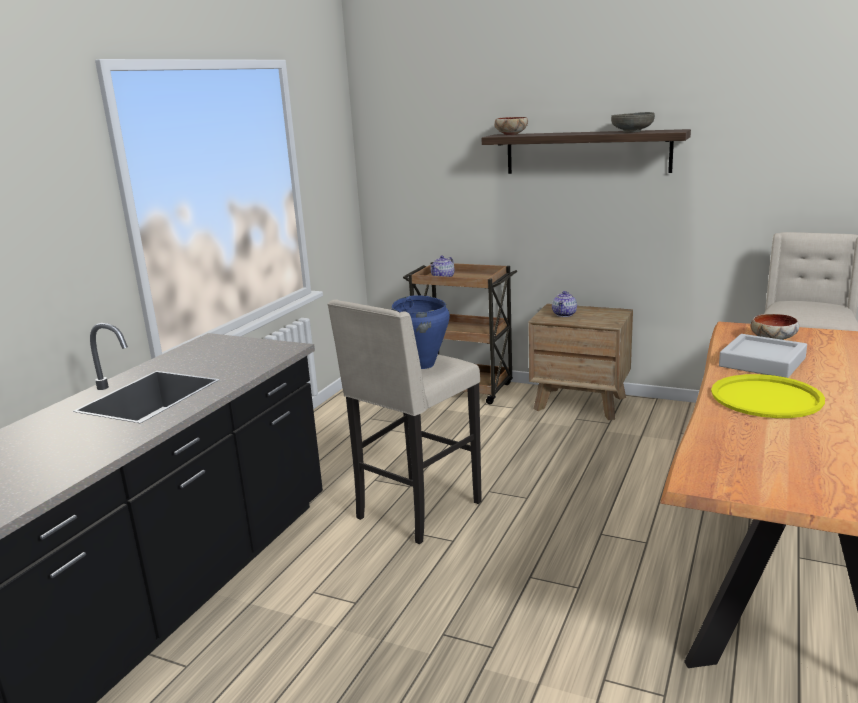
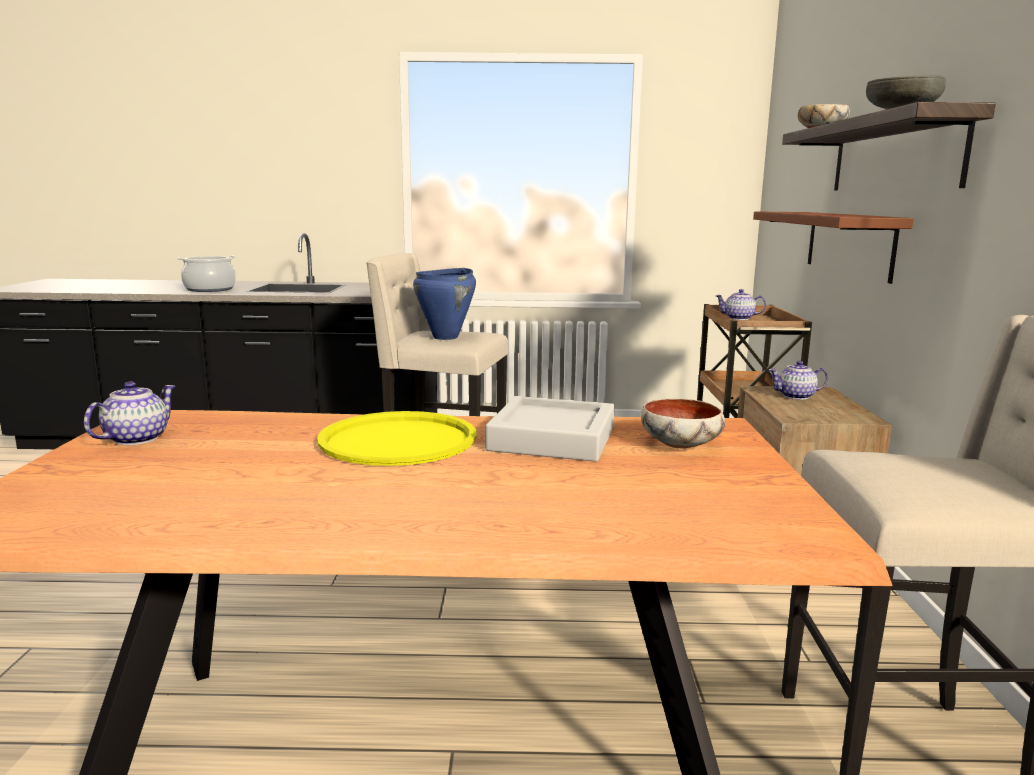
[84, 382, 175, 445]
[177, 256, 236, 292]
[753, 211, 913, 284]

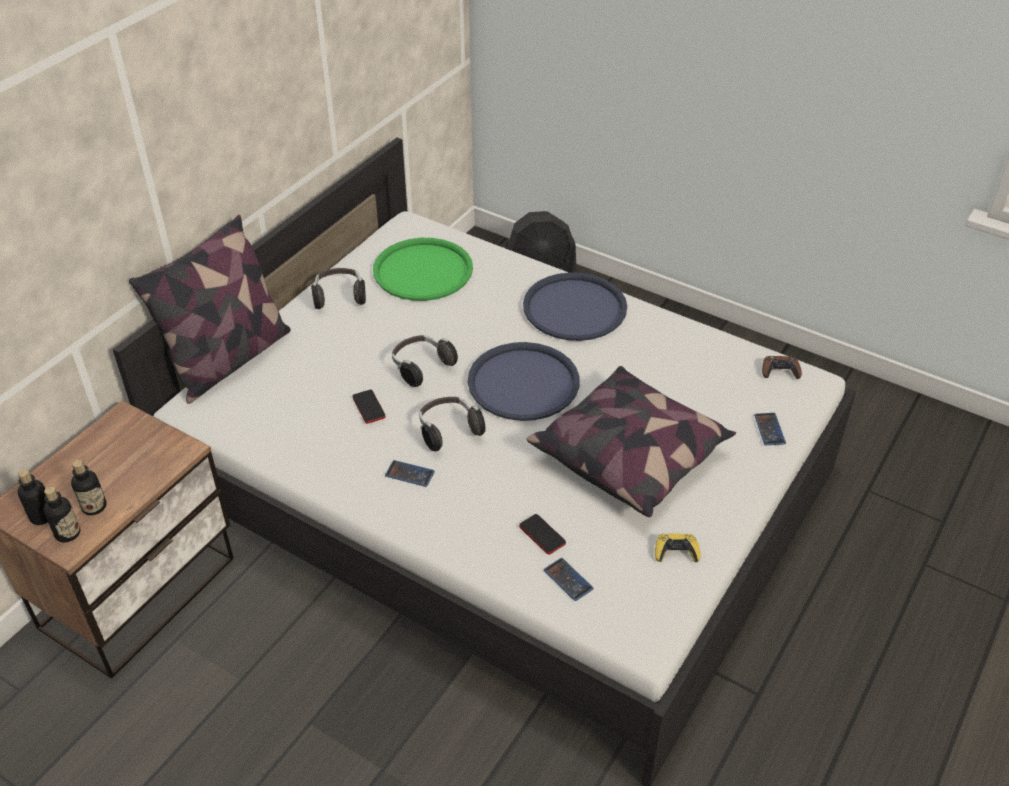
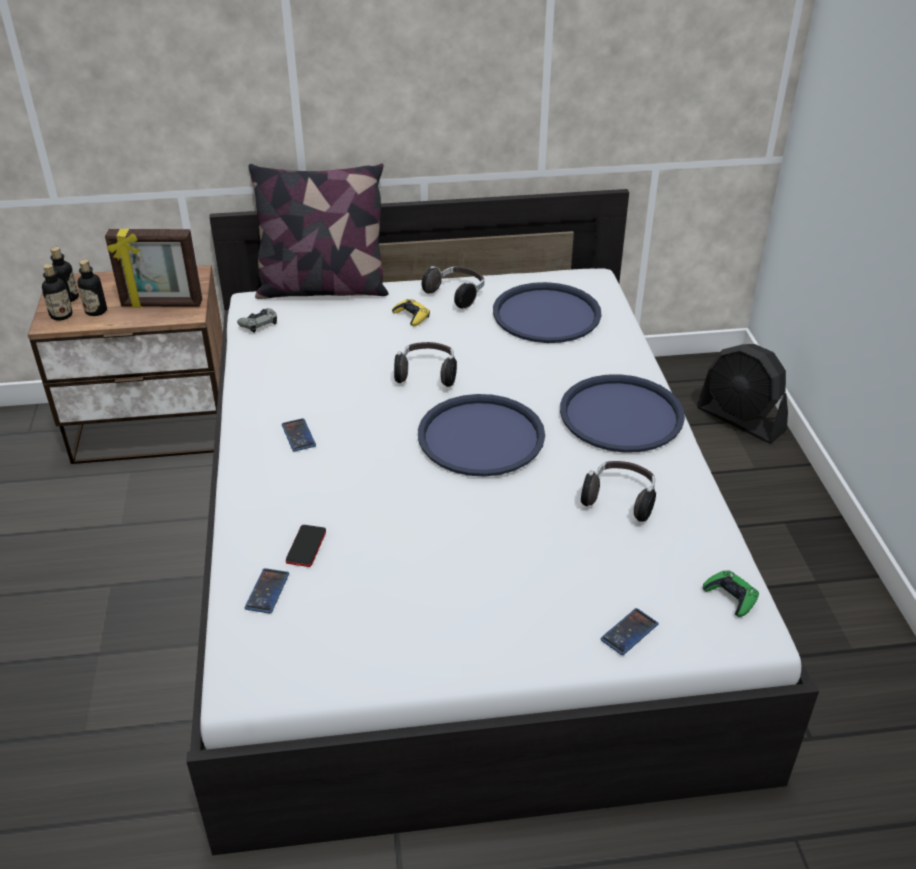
[353, 389, 386, 424] (first image)
[527, 366, 736, 517] (first image)
[105, 229, 202, 308]
[237, 308, 277, 333]
[581, 461, 656, 522]
[392, 299, 430, 326]
[493, 282, 602, 343]
[703, 571, 759, 617]

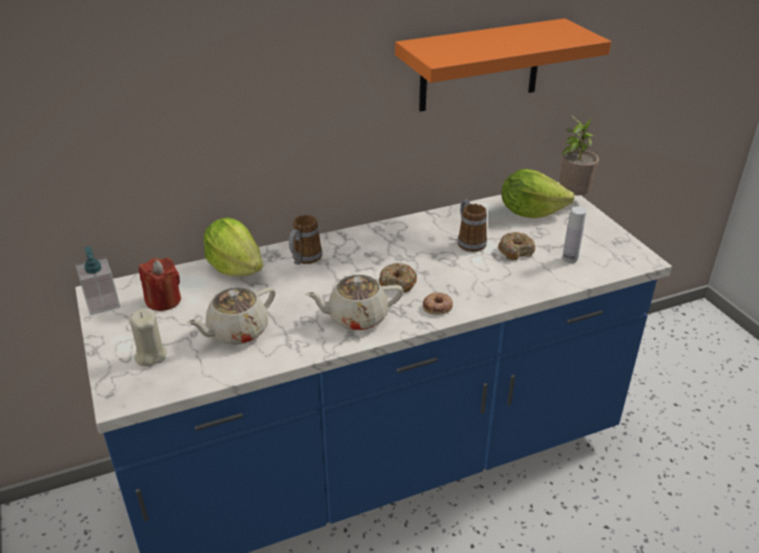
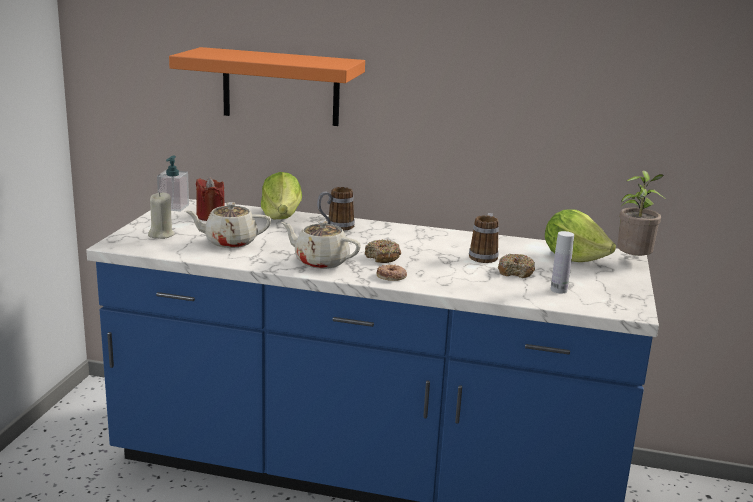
[169, 47, 365, 126]

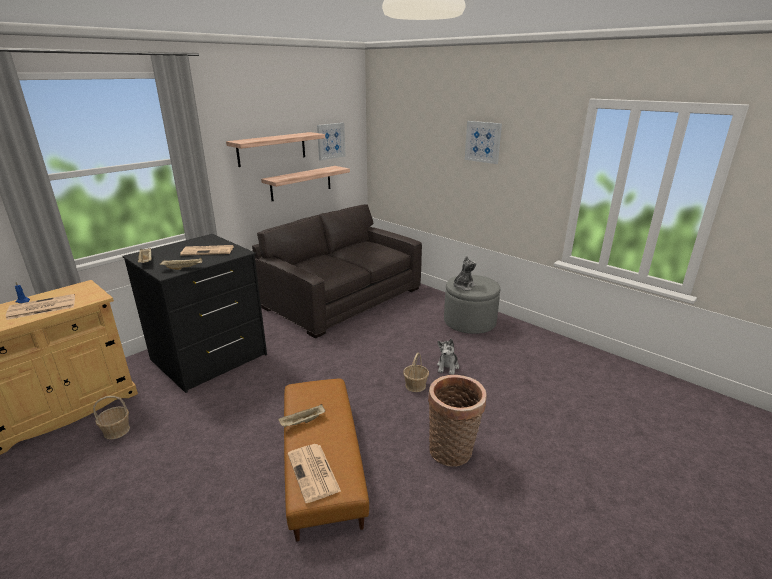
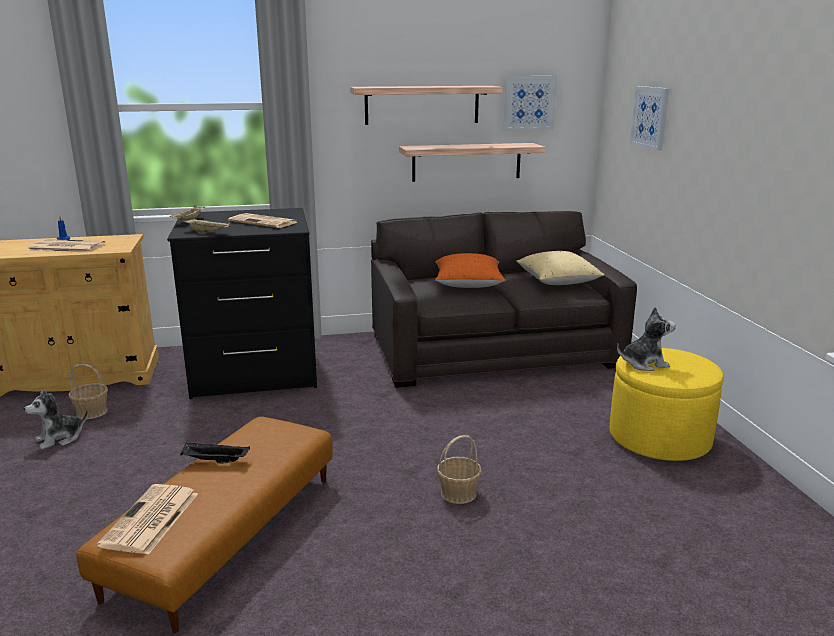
[428, 375, 487, 467] (first image)
[435, 253, 505, 288]
[516, 251, 604, 285]
[24, 390, 88, 450]
[630, 86, 670, 151]
[180, 443, 250, 464]
[609, 348, 724, 461]

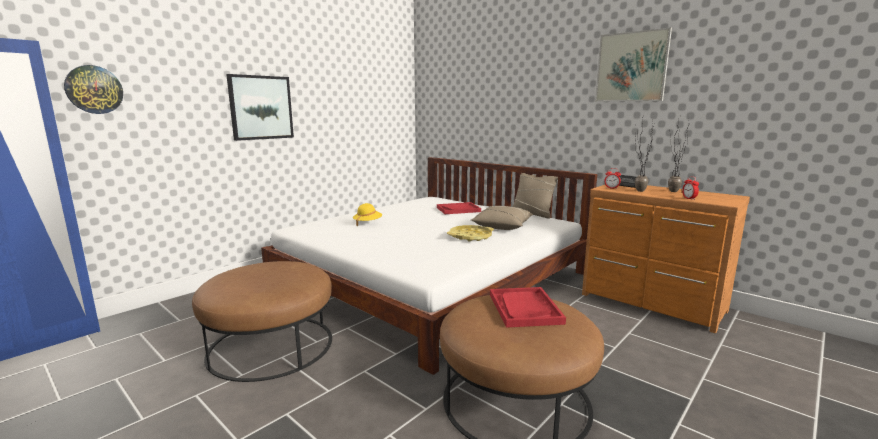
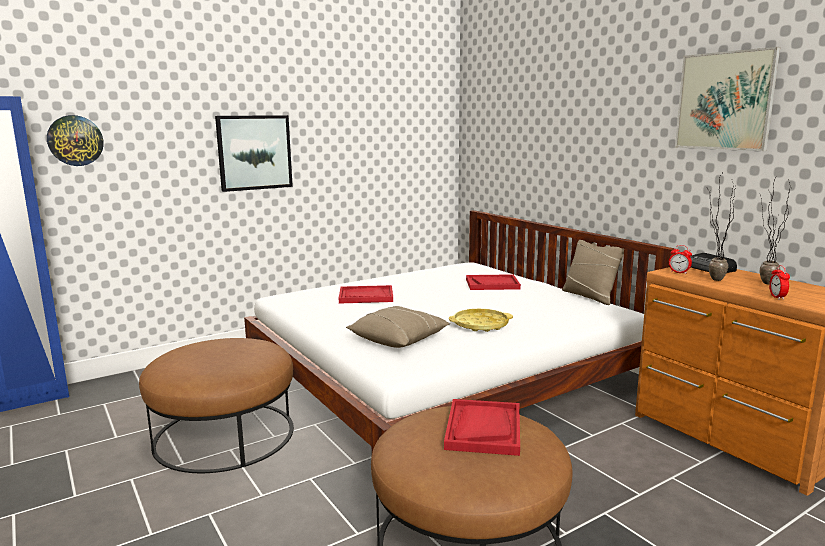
[346, 306, 450, 348]
[339, 285, 393, 304]

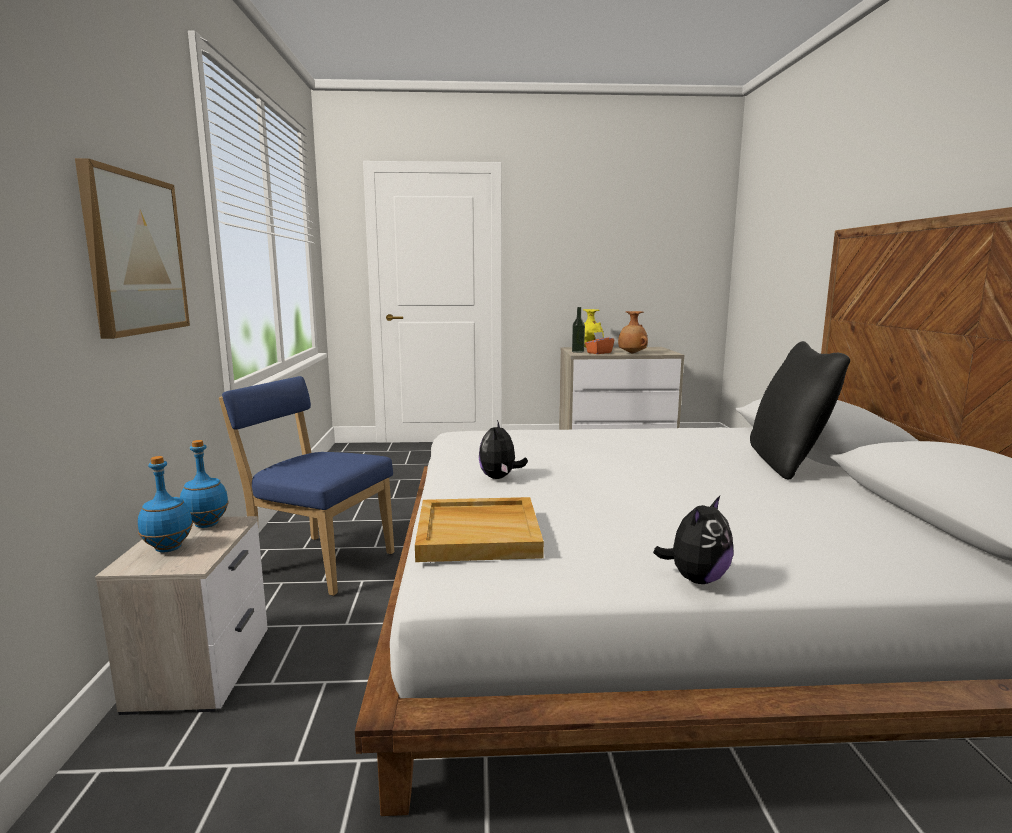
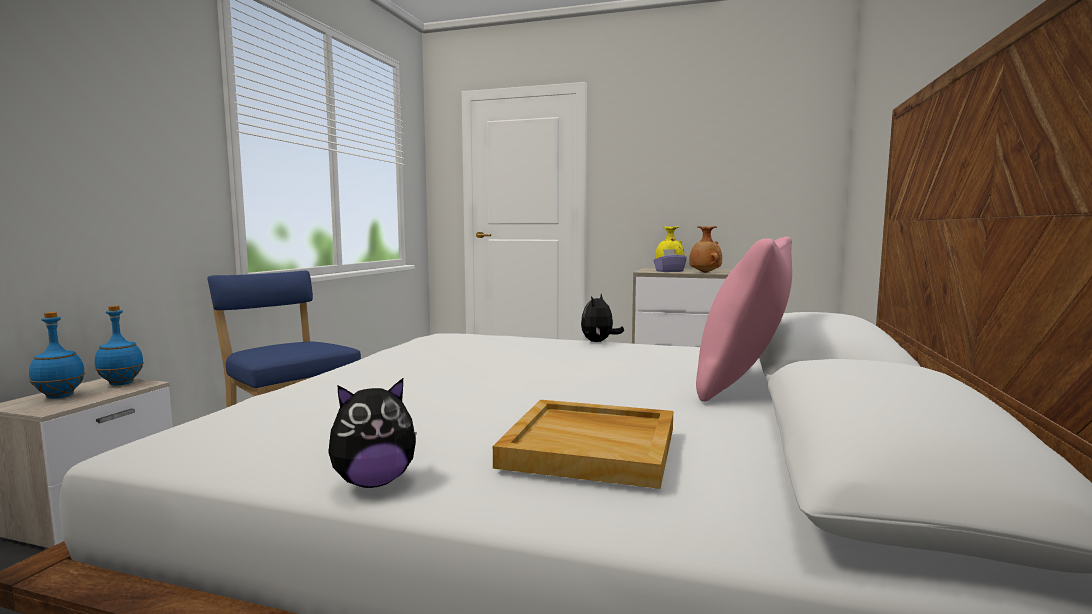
[75, 158, 190, 339] (first image)
[572, 307, 585, 353] (first image)
[493, 400, 673, 489]
[581, 294, 624, 342]
[653, 249, 687, 272]
[696, 236, 792, 402]

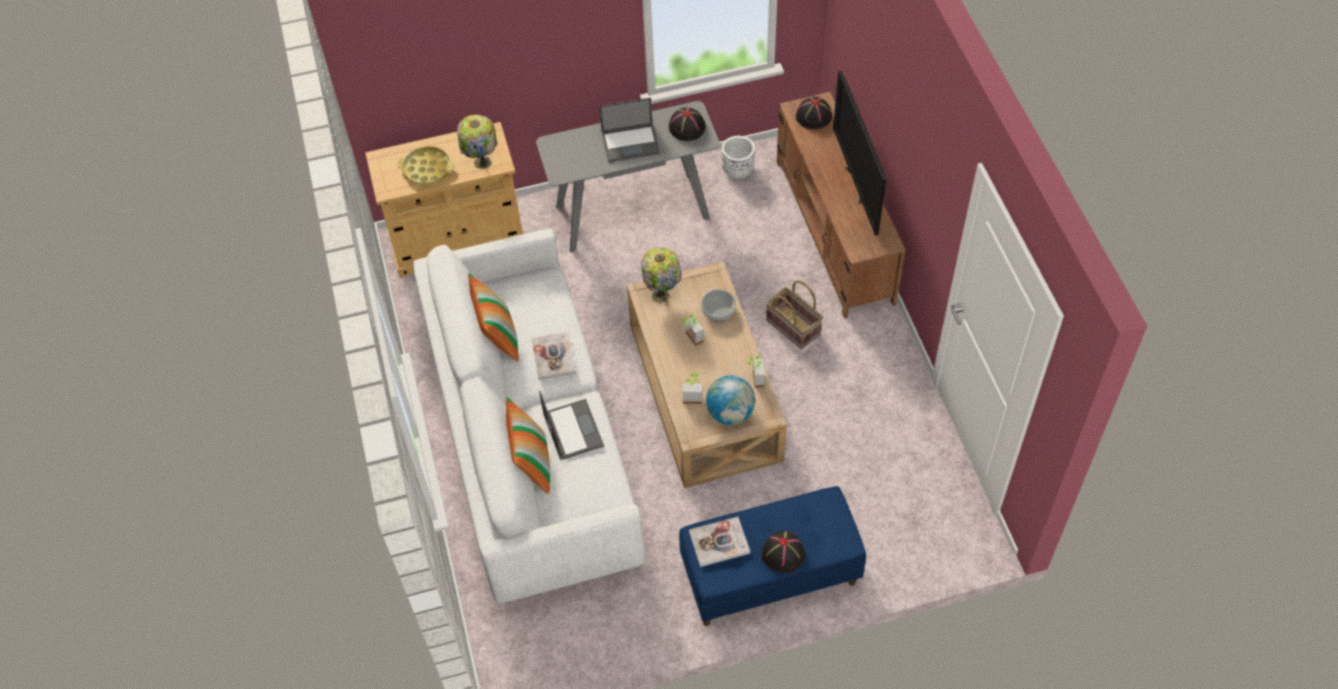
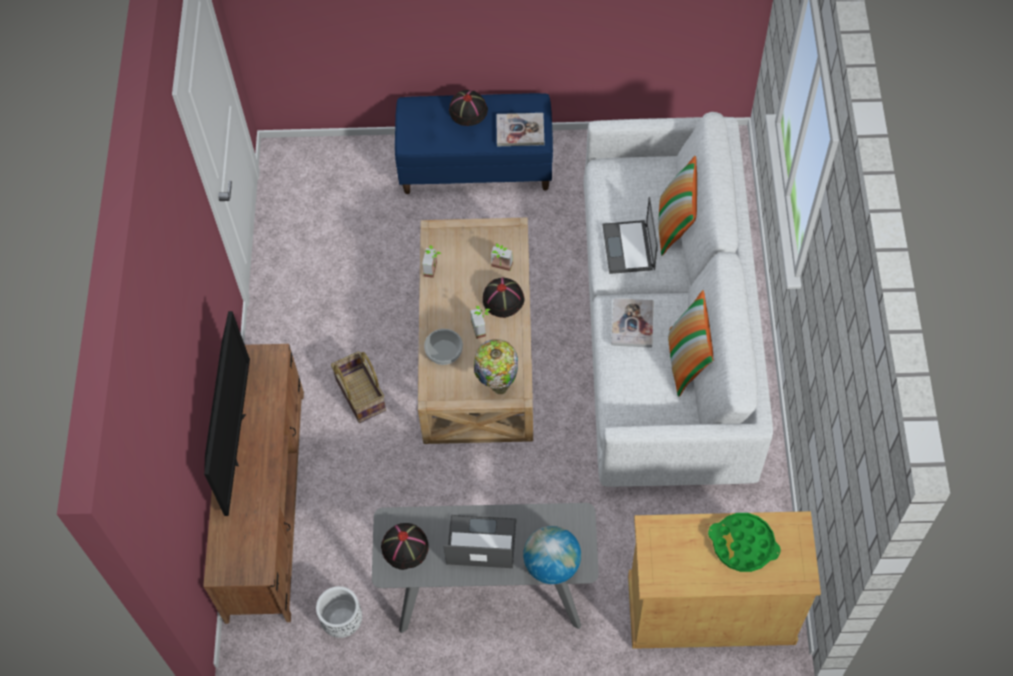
[457, 115, 497, 169] (first image)
[523, 526, 581, 584]
[483, 278, 525, 318]
[708, 513, 781, 572]

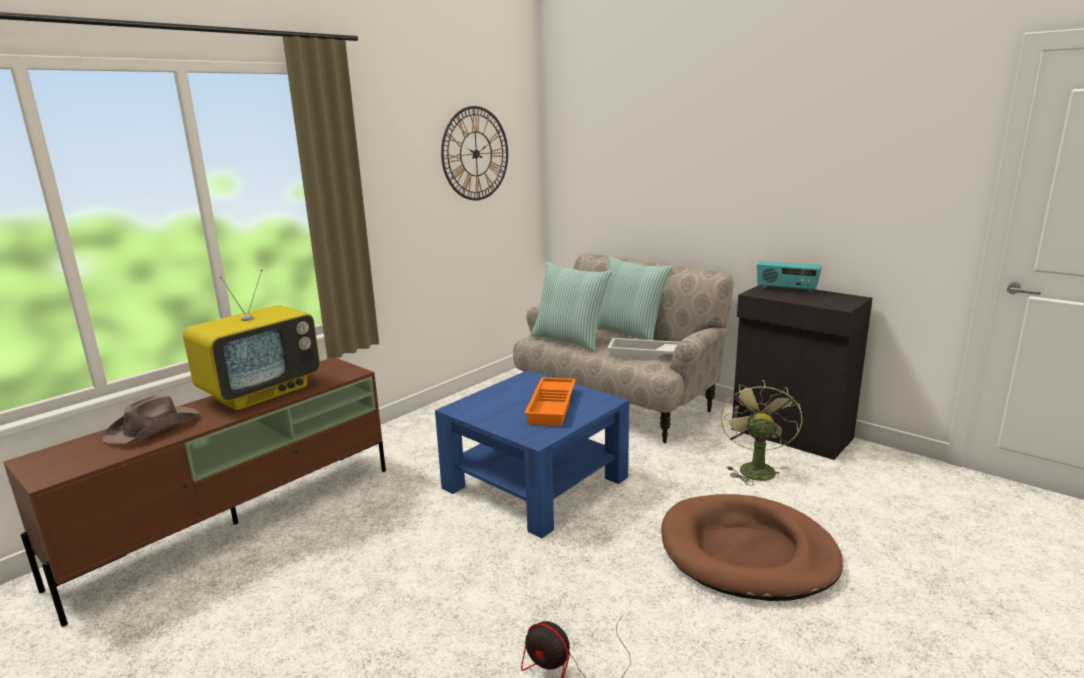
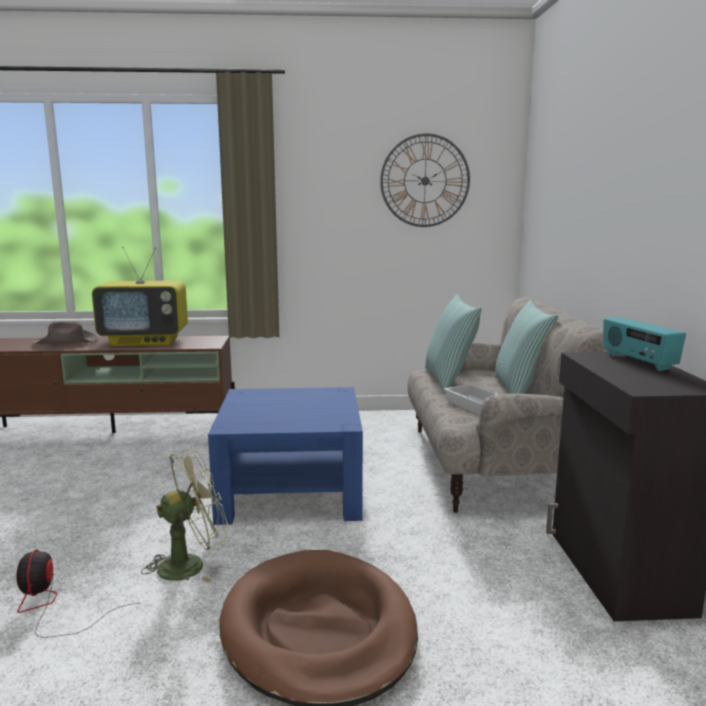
[524, 377, 576, 426] (first image)
[141, 450, 228, 583]

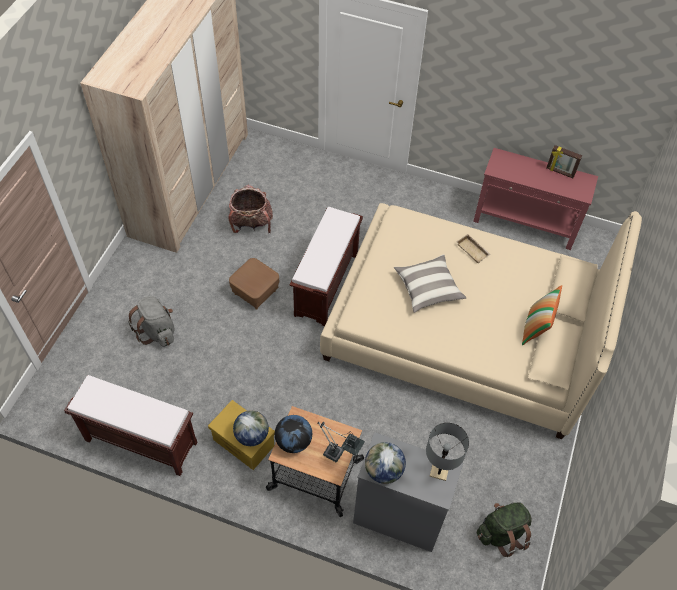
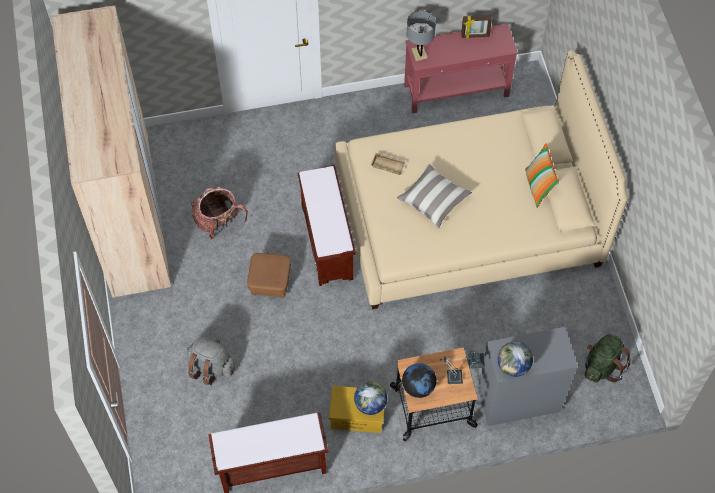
[407, 10, 436, 61]
[371, 153, 406, 175]

